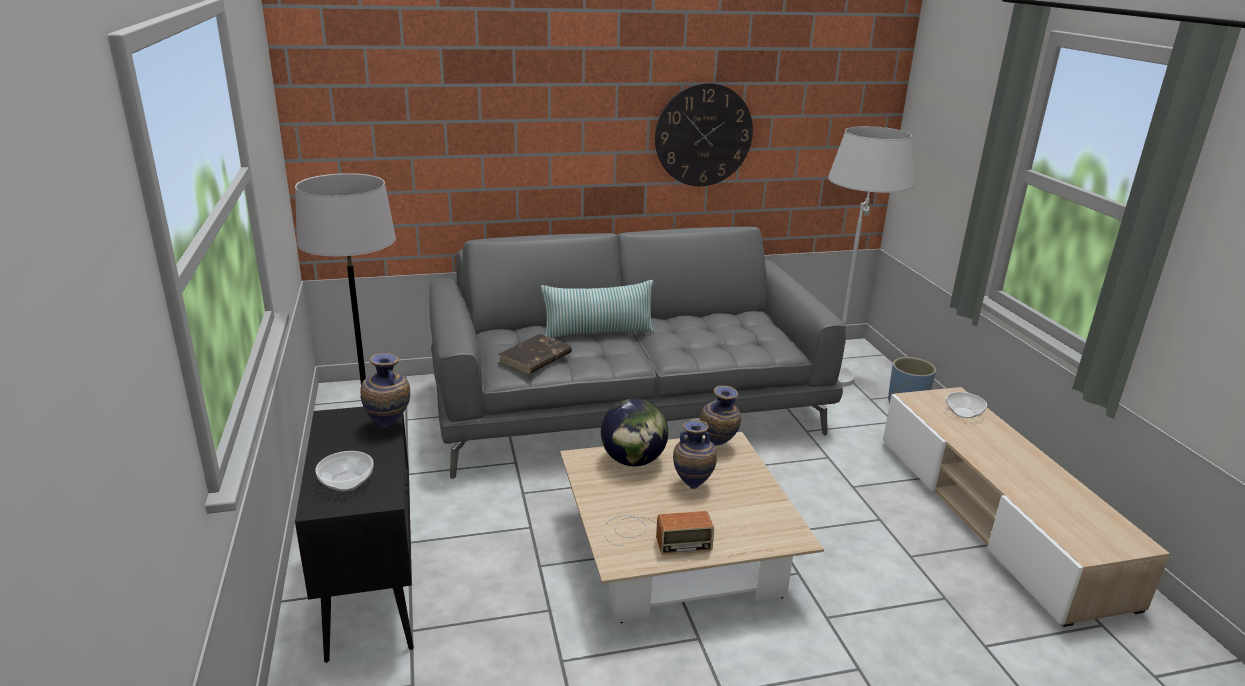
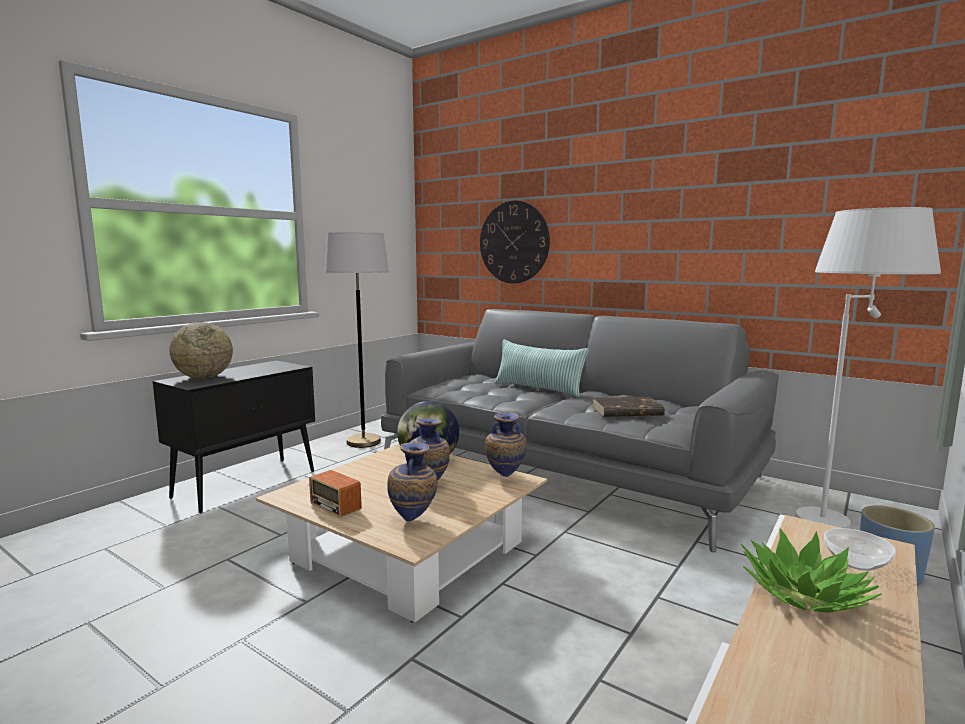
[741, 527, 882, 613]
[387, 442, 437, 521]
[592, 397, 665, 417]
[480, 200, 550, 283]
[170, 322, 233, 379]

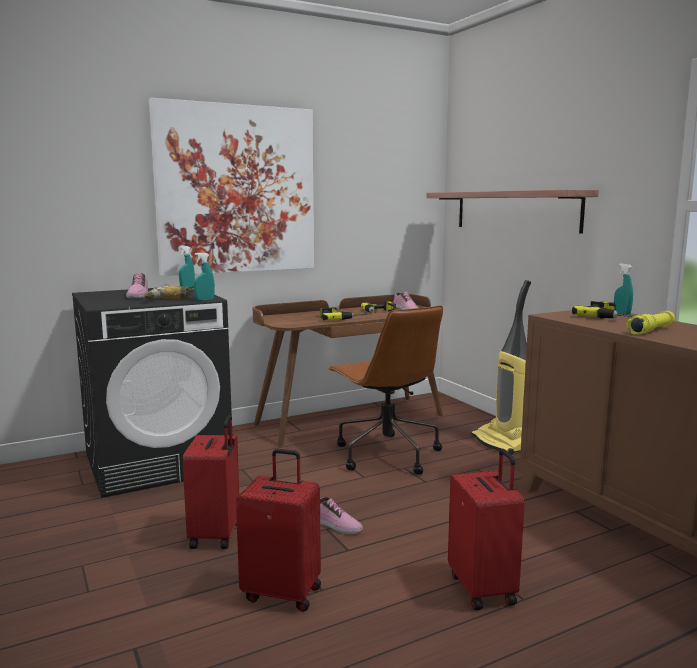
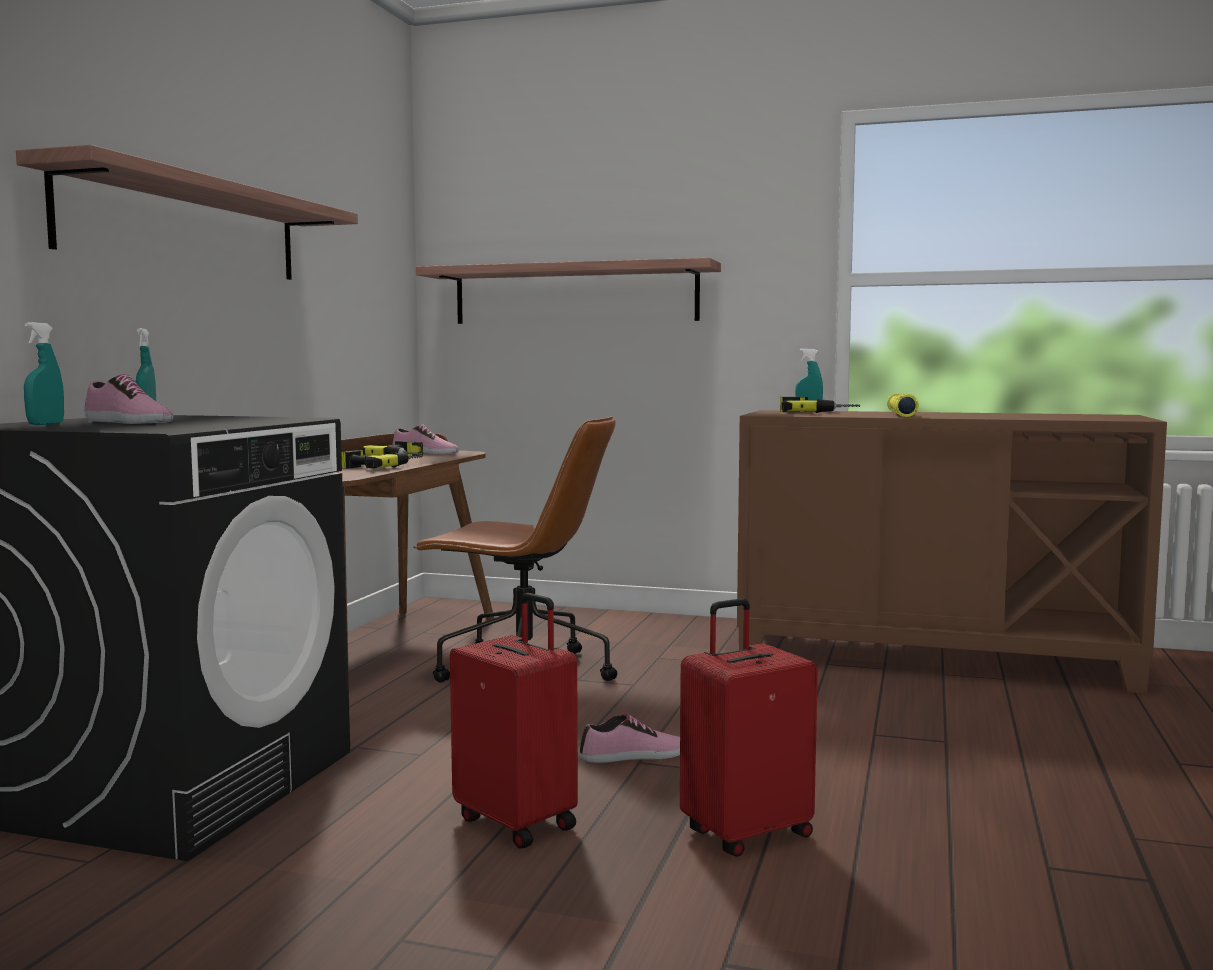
[144, 286, 194, 299] (first image)
[448, 449, 525, 610] (first image)
[471, 280, 531, 455] (first image)
[24, 322, 64, 425]
[16, 145, 358, 280]

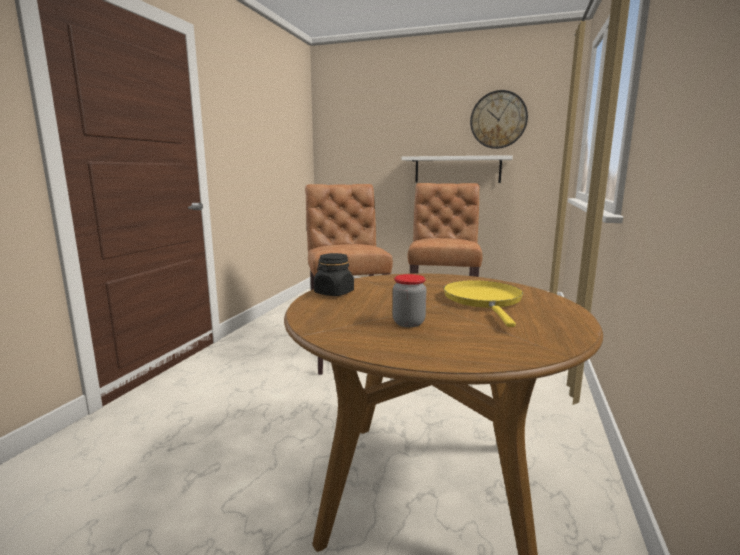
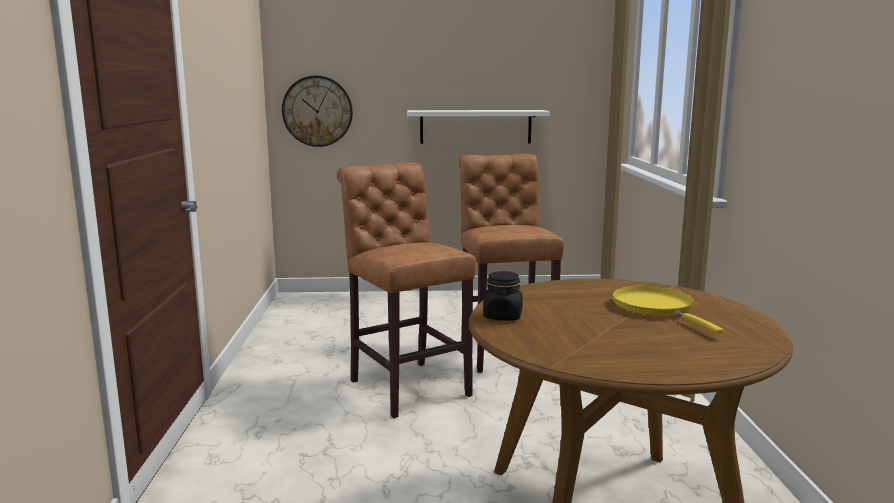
[393, 274, 426, 327] (first image)
[282, 75, 353, 147]

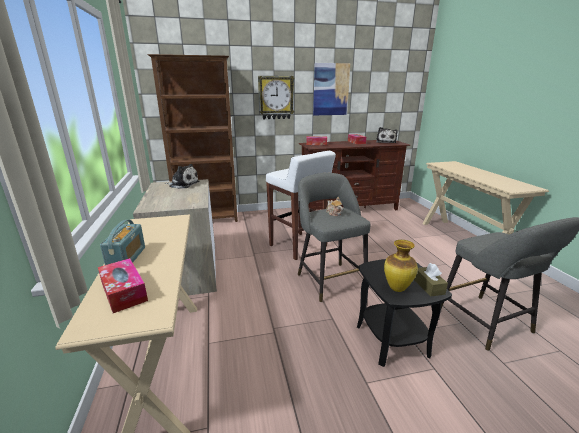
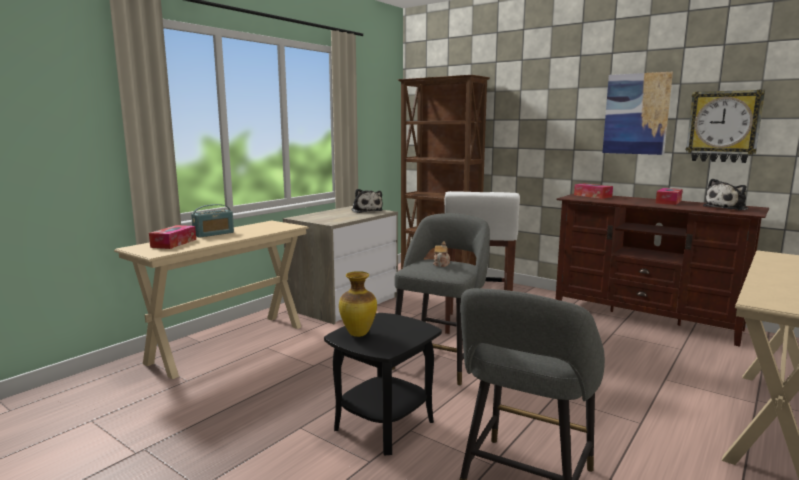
[414, 263, 448, 296] (first image)
[686, 90, 765, 163]

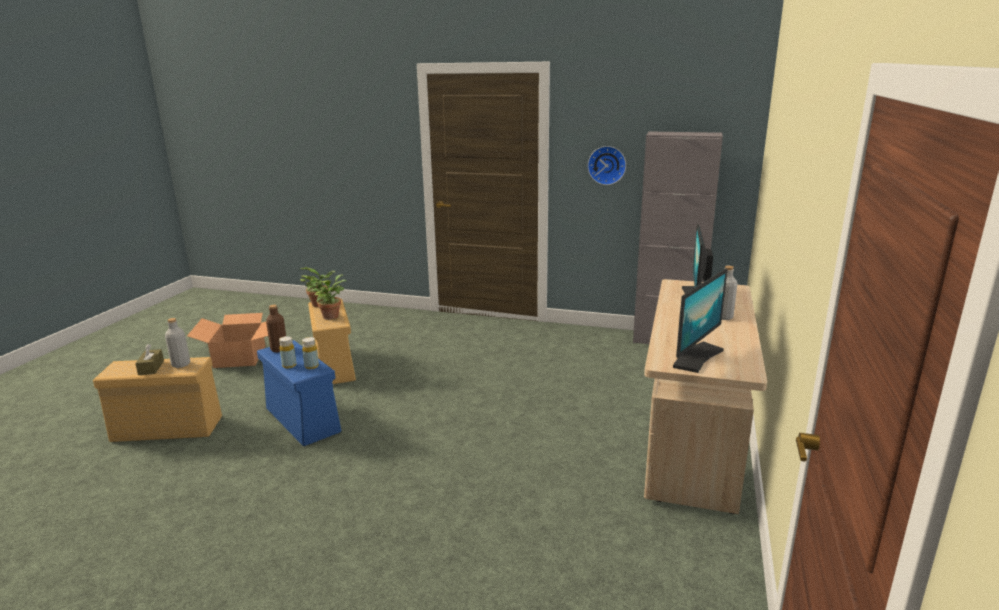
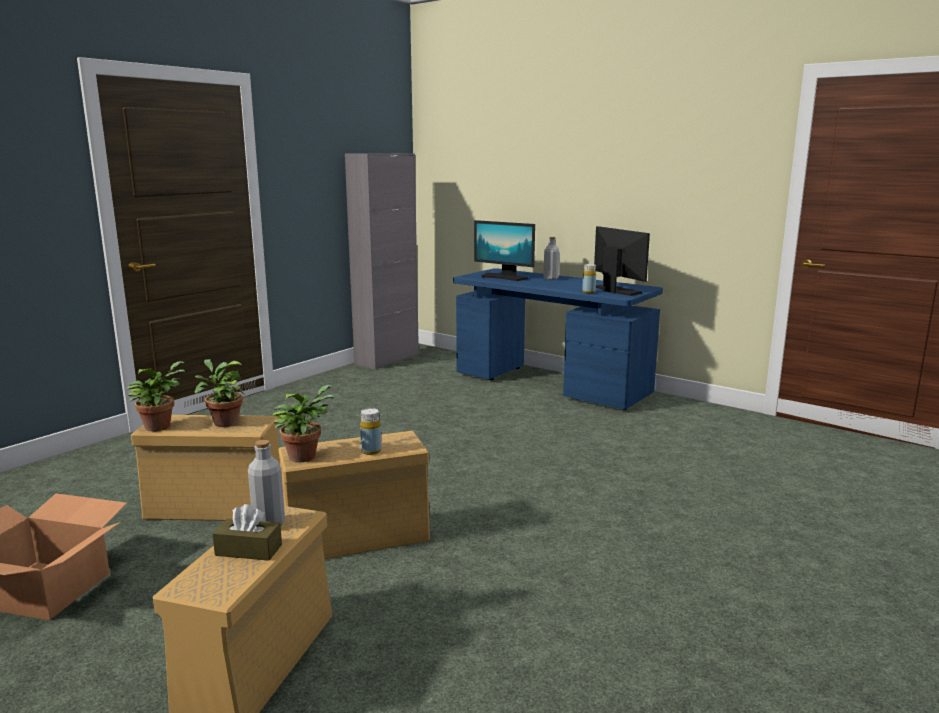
[587, 146, 626, 185] (first image)
[582, 264, 596, 293]
[273, 385, 334, 462]
[278, 431, 430, 559]
[453, 268, 663, 410]

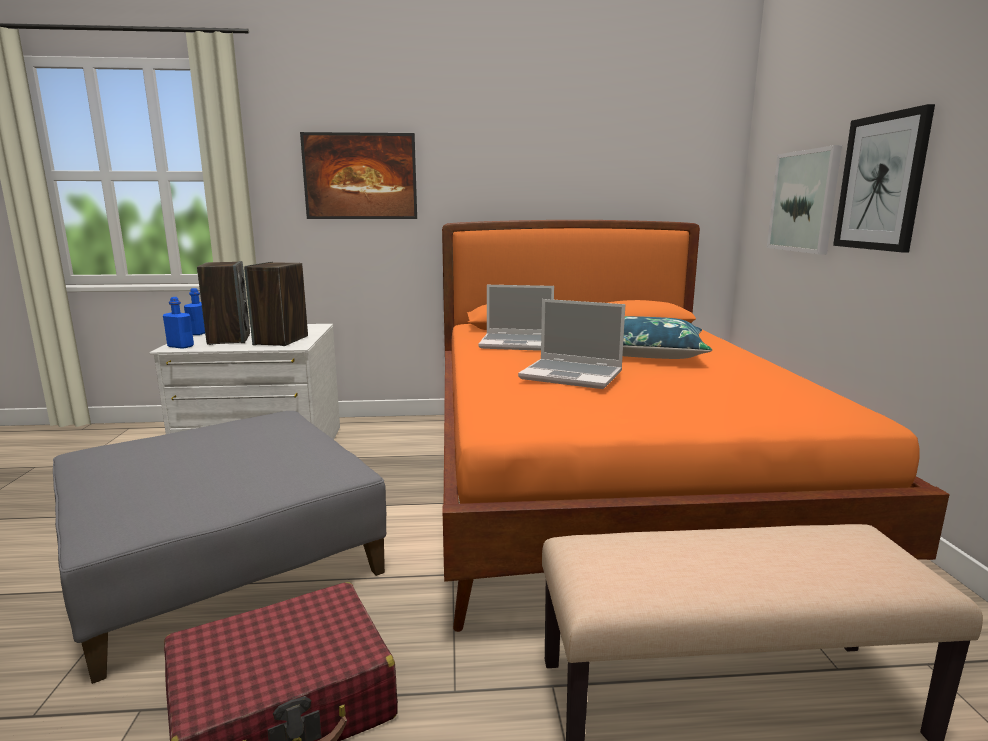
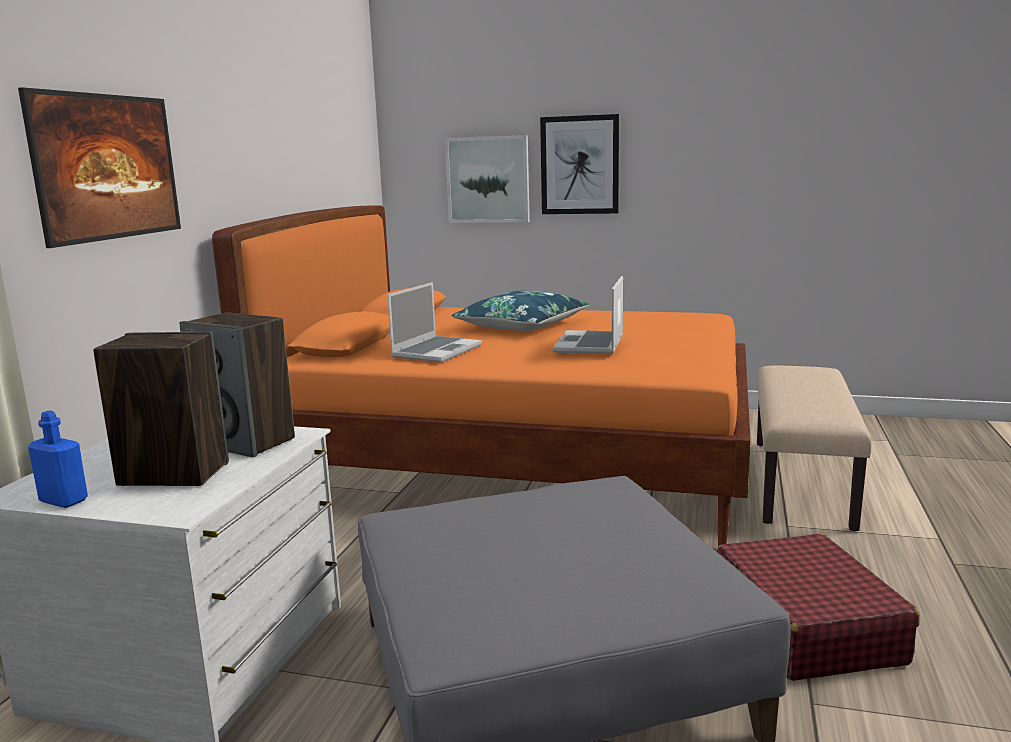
[163, 297, 194, 349] (first image)
[553, 276, 623, 354]

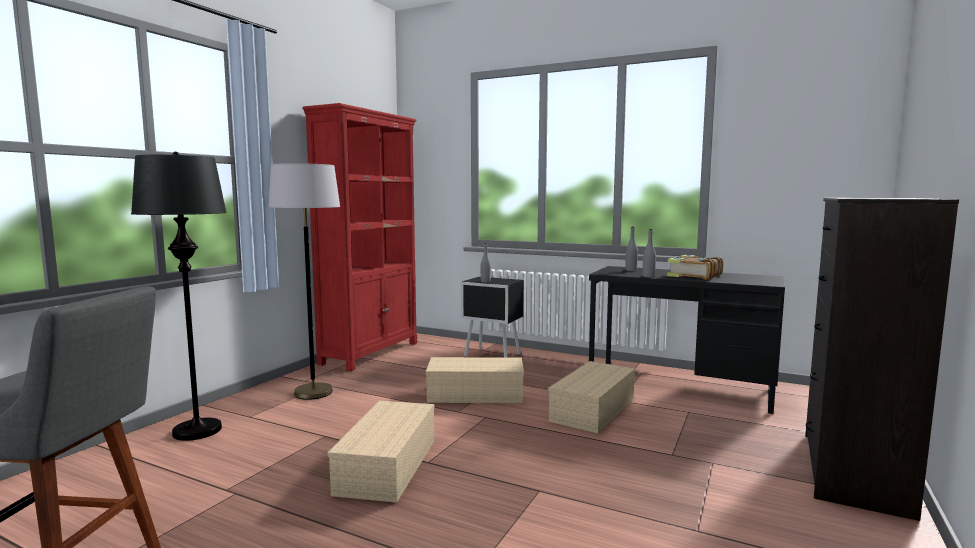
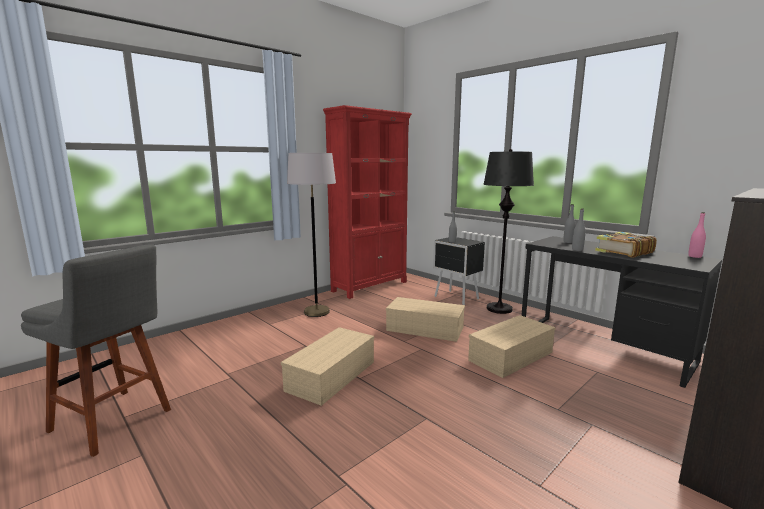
[688, 212, 706, 258]
[483, 149, 534, 314]

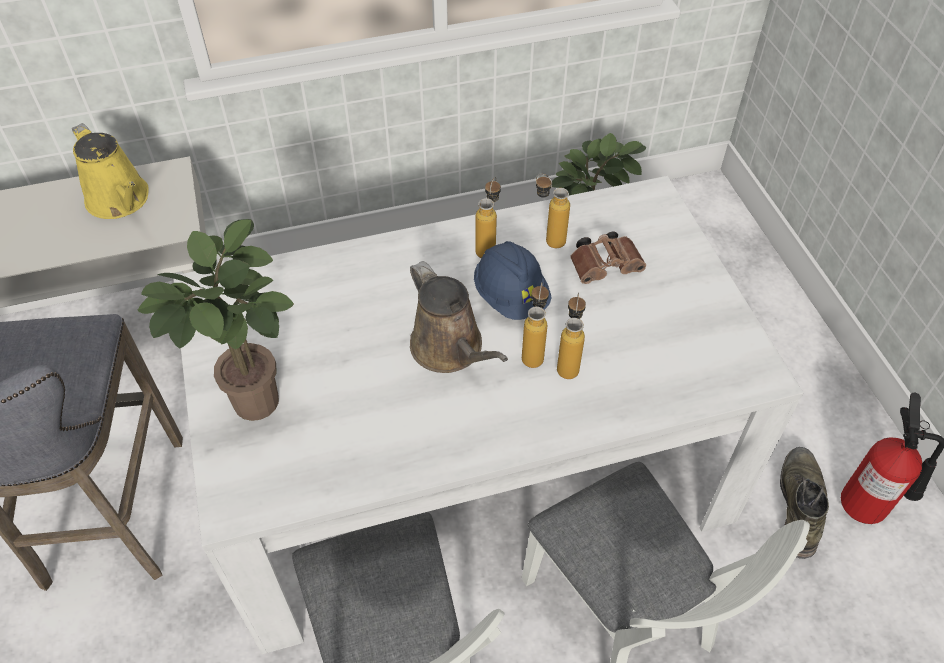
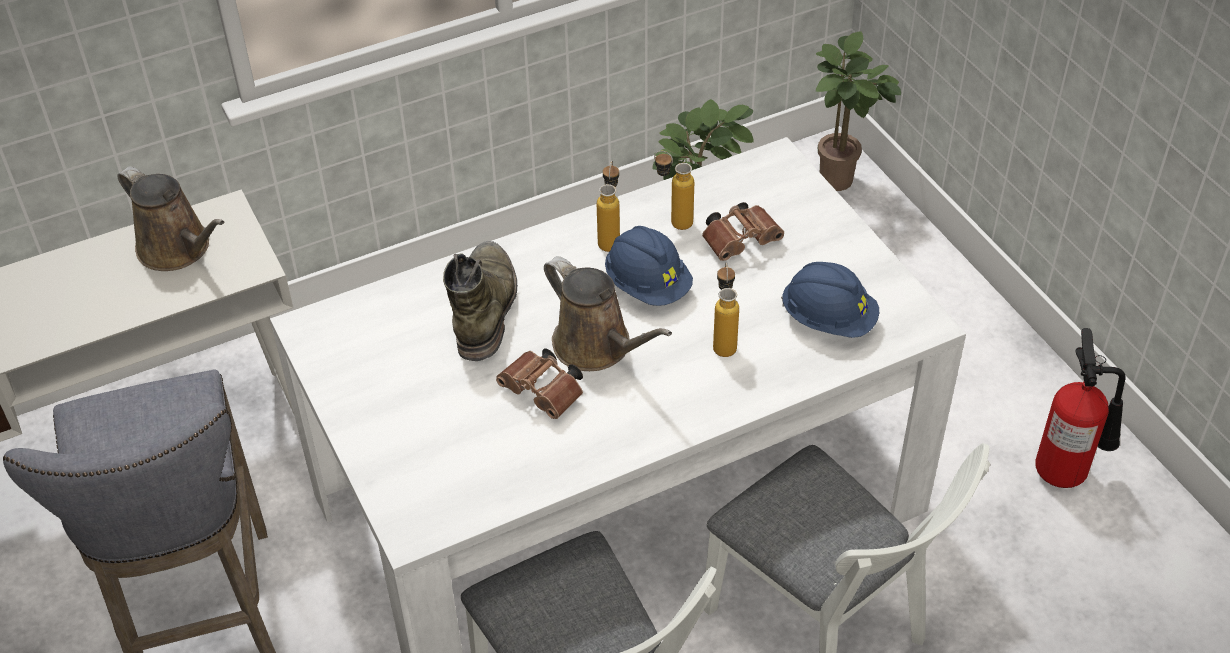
[522, 282, 549, 368] (first image)
[496, 349, 583, 419]
[781, 262, 879, 338]
[816, 32, 901, 191]
[443, 241, 518, 361]
[117, 166, 224, 271]

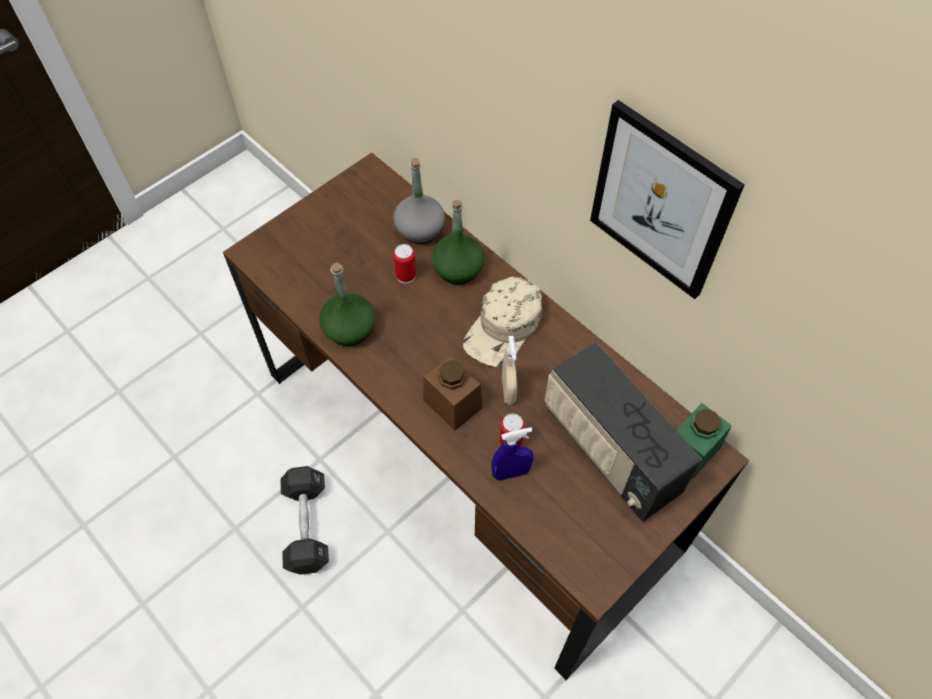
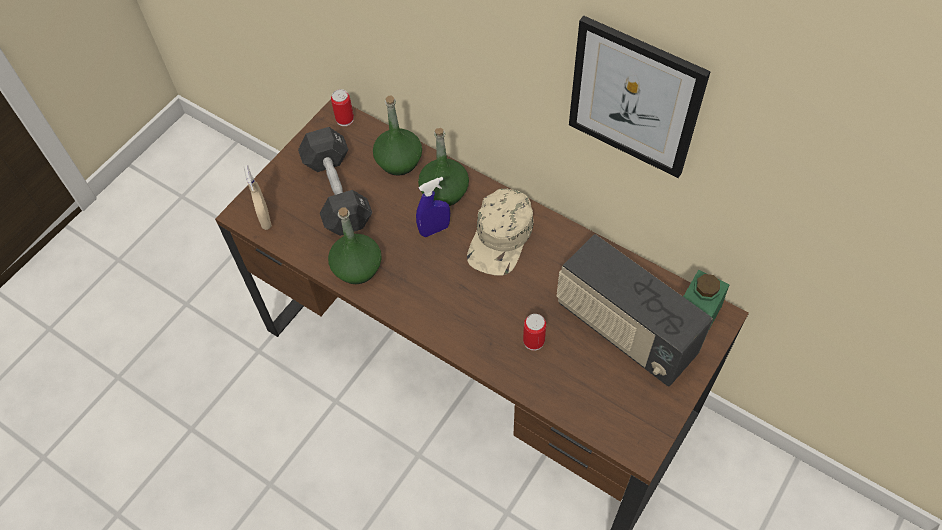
[423, 356, 482, 431] (first image)
[298, 127, 372, 236]
[331, 89, 354, 126]
[416, 177, 450, 237]
[244, 165, 272, 230]
[373, 96, 422, 175]

